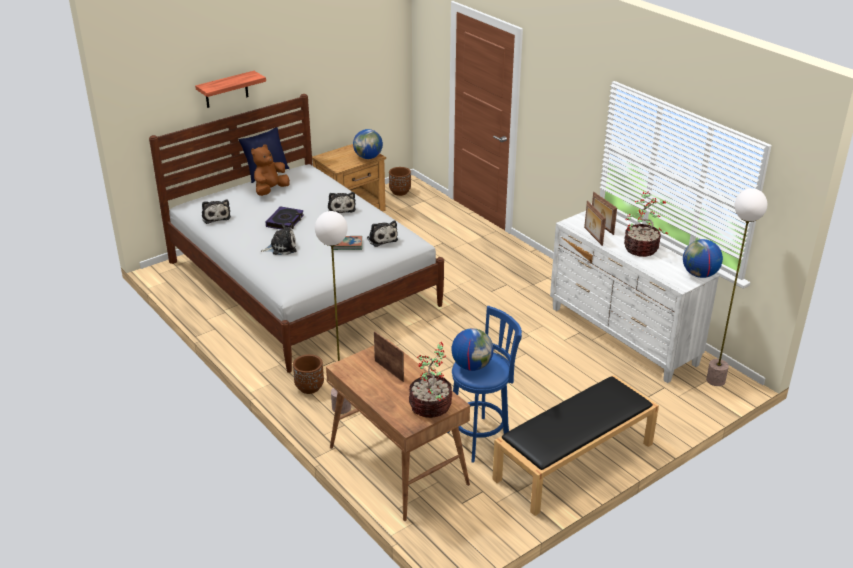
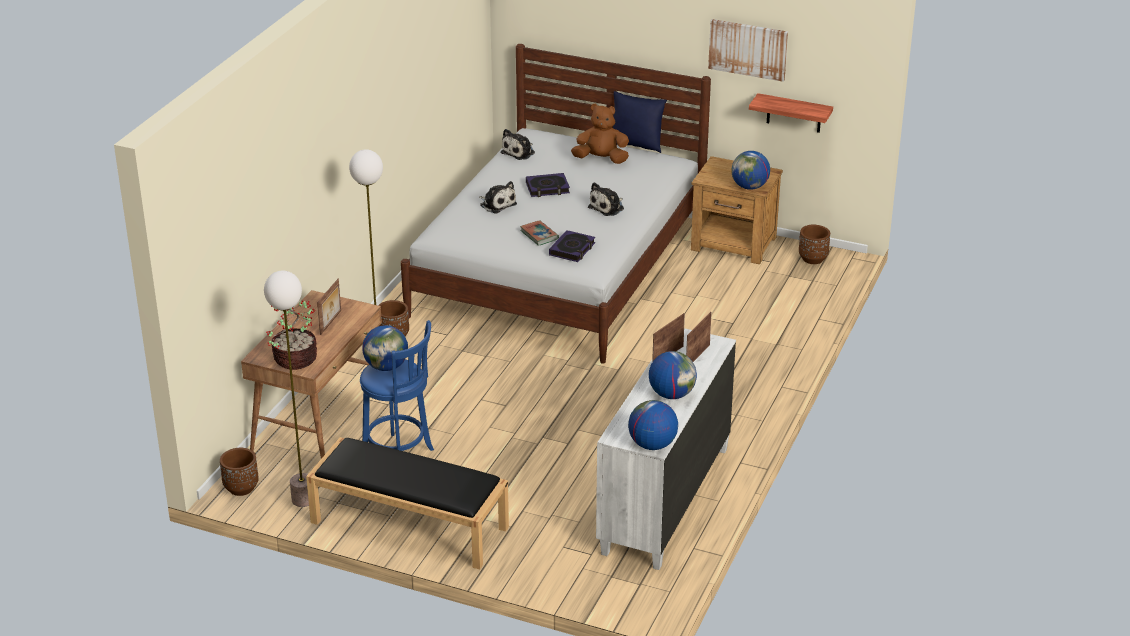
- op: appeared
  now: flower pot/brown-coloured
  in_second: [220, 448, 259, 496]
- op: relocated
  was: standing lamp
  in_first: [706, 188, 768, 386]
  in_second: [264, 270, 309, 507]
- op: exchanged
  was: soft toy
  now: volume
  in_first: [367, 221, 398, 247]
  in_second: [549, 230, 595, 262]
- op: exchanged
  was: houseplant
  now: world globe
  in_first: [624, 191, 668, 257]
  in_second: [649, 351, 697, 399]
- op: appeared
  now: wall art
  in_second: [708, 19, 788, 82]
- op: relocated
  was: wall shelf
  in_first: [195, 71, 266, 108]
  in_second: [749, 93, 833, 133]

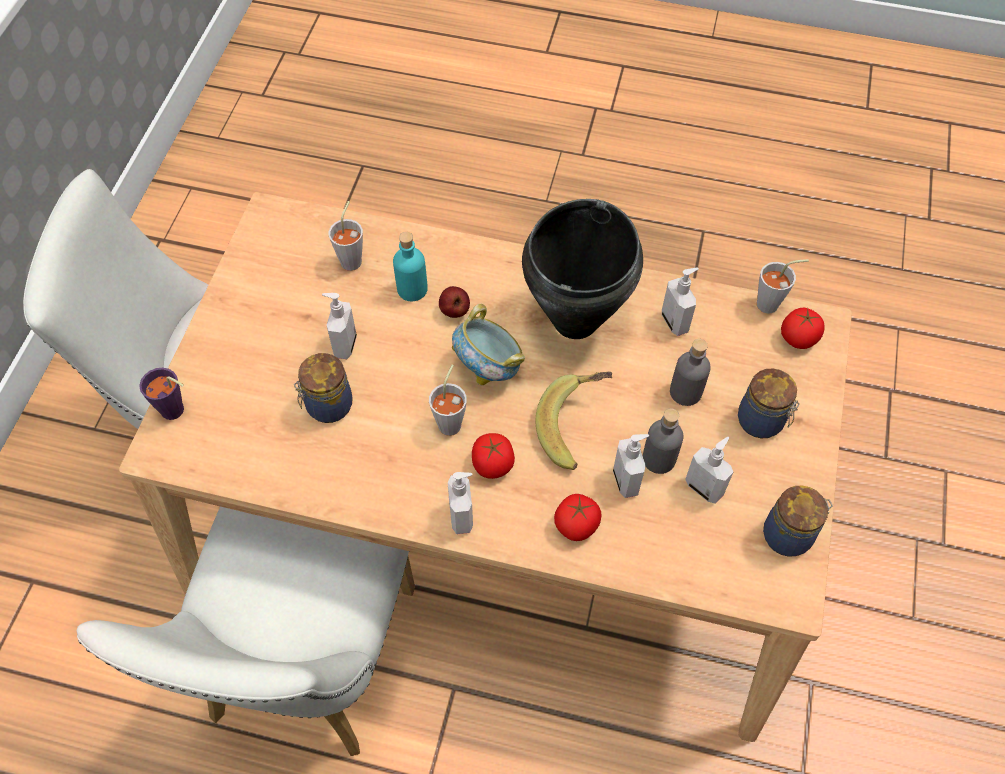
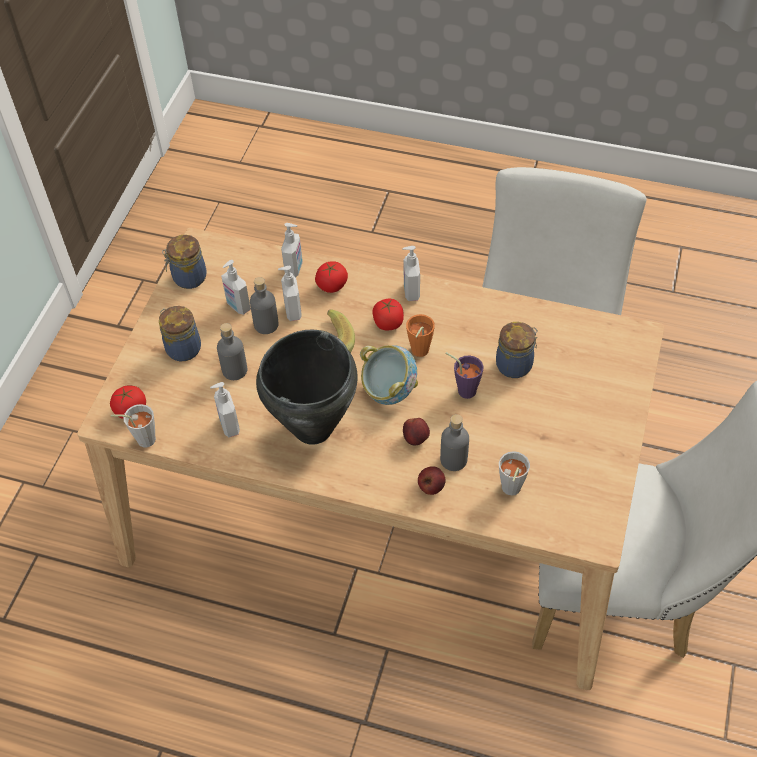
- op: relocated
  was: soap bottle
  in_first: [322, 293, 357, 359]
  in_second: [281, 223, 303, 277]
- op: colour
  was: cup/grey
  now: cup/orange-coloured
  in_first: [429, 364, 467, 436]
  in_second: [406, 314, 435, 357]
- op: appeared
  now: whole apple
  in_second: [418, 466, 446, 495]
- op: colour
  was: drink bottle/turquoise-coloured
  now: drink bottle/grey
  in_first: [393, 232, 428, 301]
  in_second: [440, 414, 469, 471]
- op: relocated
  was: cup/purple-coloured
  in_first: [139, 368, 184, 420]
  in_second: [445, 352, 483, 399]

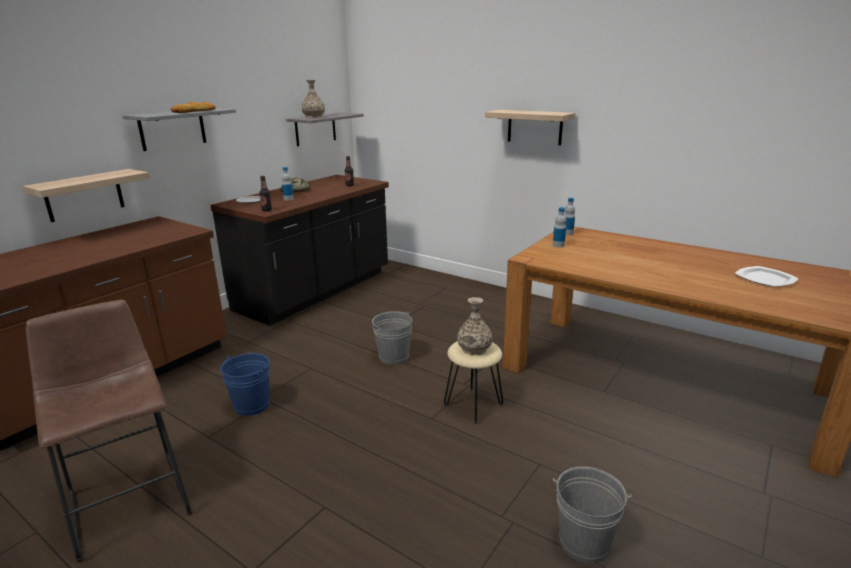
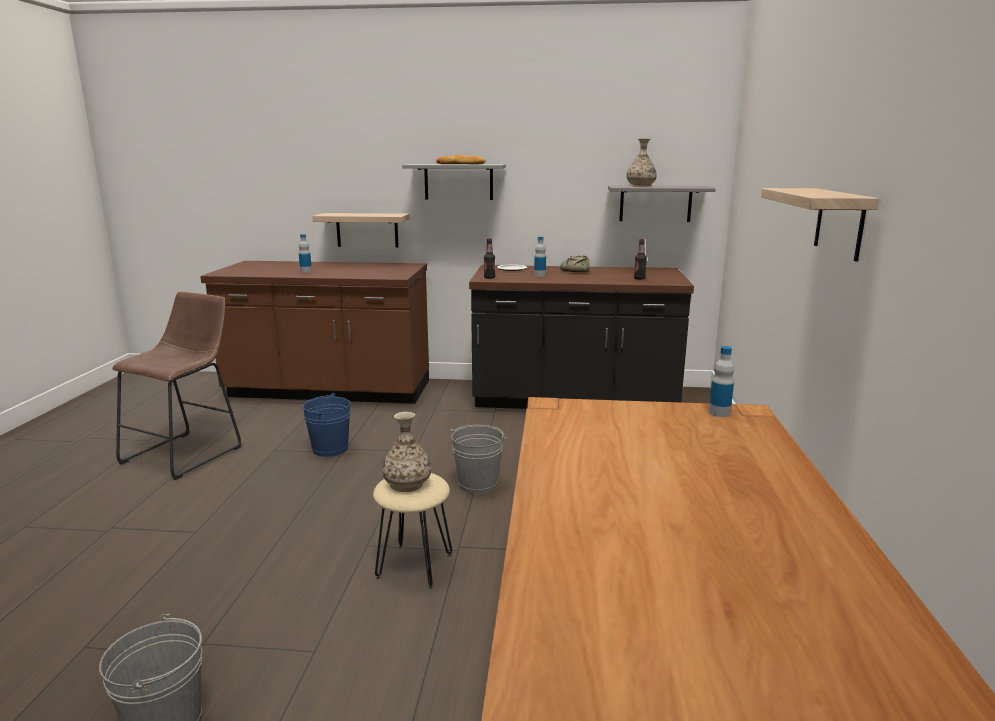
- op: relocated
  was: drink bottle
  in_first: [553, 207, 566, 247]
  in_second: [299, 234, 312, 273]
- op: missing
  was: flat dish
  in_first: [734, 266, 799, 287]

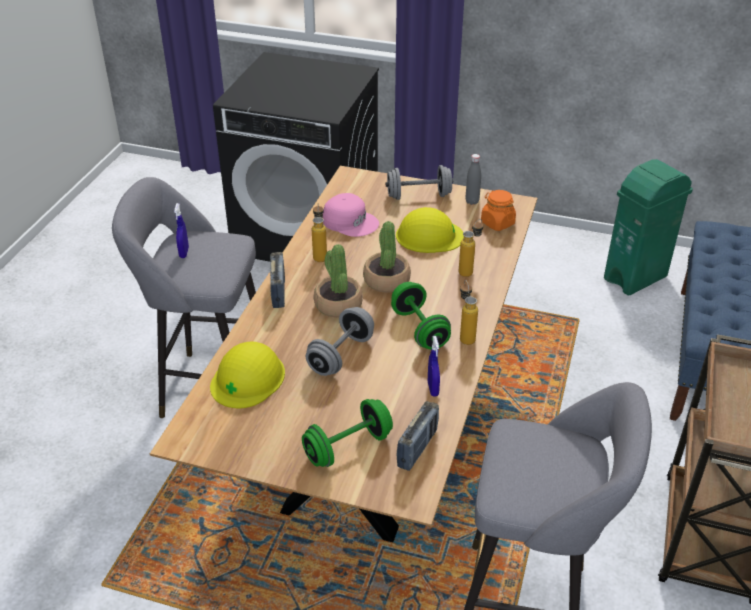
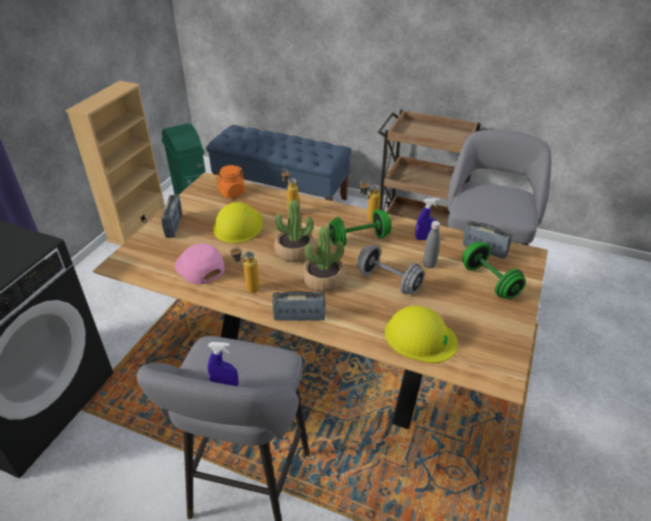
- op: appeared
  now: bookshelf/sand-coloured
  in_second: [65, 81, 165, 245]
- op: exchanged
  was: dumbbell/grey
  now: radio
  in_first: [385, 165, 453, 200]
  in_second: [161, 194, 182, 238]
- op: spun
  was: peaked cap/pink-coloured
  in_first: [323, 193, 379, 237]
  in_second: [175, 243, 225, 284]
  clockwise: -75
- op: relocated
  was: drink bottle/grey
  in_first: [465, 154, 481, 205]
  in_second: [423, 221, 440, 268]

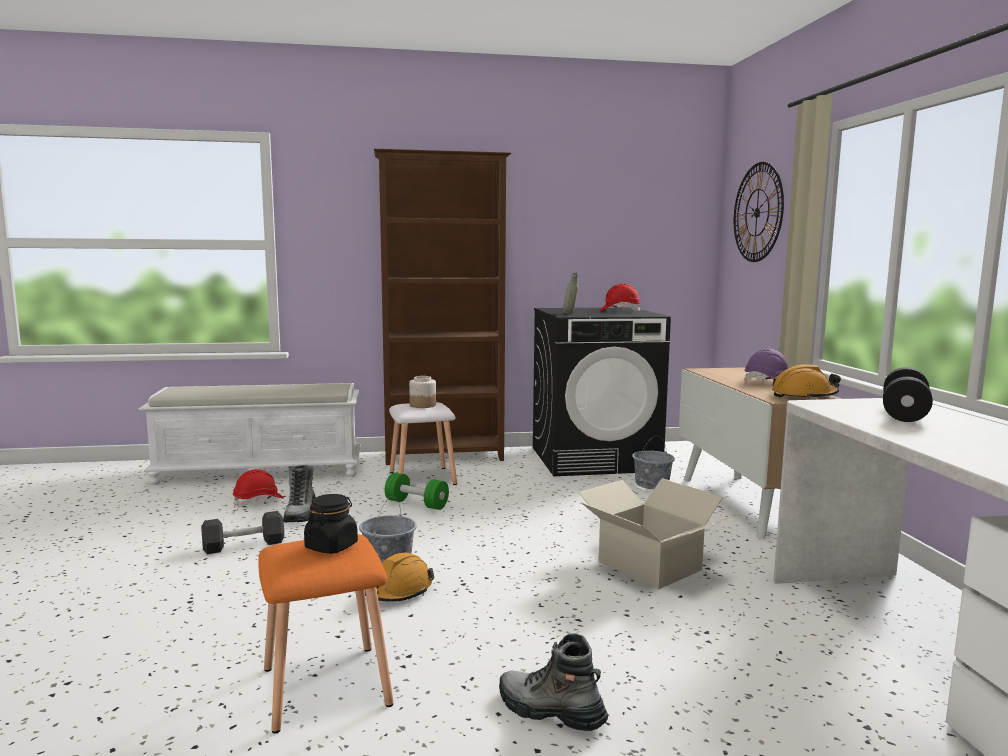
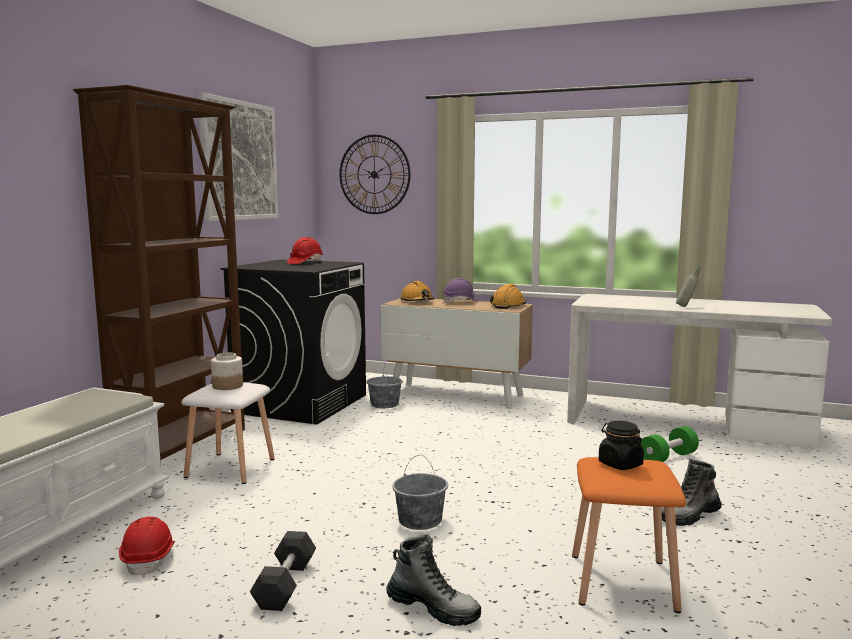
- op: appeared
  now: wall art
  in_second: [198, 92, 278, 221]
- op: relocated
  was: tall boot
  in_first: [283, 465, 316, 522]
  in_second: [386, 534, 481, 626]
- op: relocated
  was: hard hat/orange-coloured
  in_first: [365, 553, 435, 602]
  in_second: [400, 281, 435, 301]
- op: relocated
  was: dumbbell/green
  in_first: [385, 473, 449, 510]
  in_second: [641, 426, 699, 462]
- op: relocated
  was: drink bottle/grey
  in_first: [563, 272, 579, 314]
  in_second: [676, 265, 701, 307]
- op: missing
  was: packing box
  in_first: [578, 478, 733, 589]
- op: missing
  was: dumbbell/blackish
  in_first: [883, 367, 933, 422]

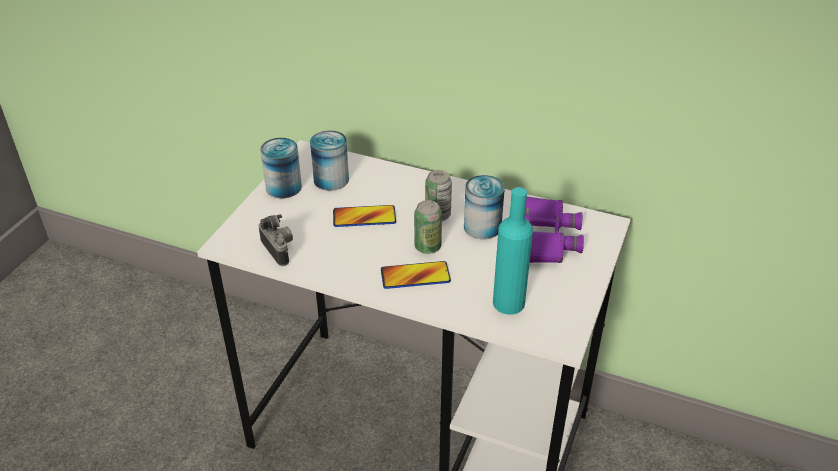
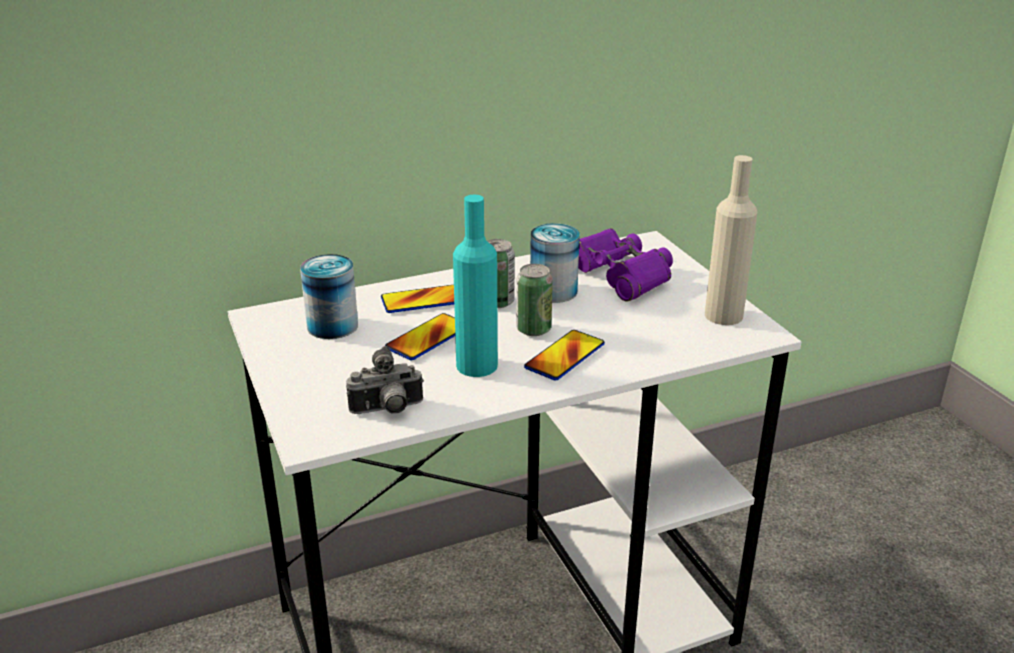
- op: spun
  was: still camera
  in_first: [259, 214, 293, 266]
  in_second: [346, 346, 424, 414]
  clockwise: 150
- op: appeared
  now: phone
  in_second: [381, 285, 454, 313]
- op: relocated
  was: drink bottle/turquoise-coloured
  in_first: [493, 187, 533, 315]
  in_second: [453, 195, 498, 377]
- op: appeared
  now: drink bottle/sand-coloured
  in_second: [705, 155, 757, 325]
- op: missing
  was: metal can
  in_first: [260, 138, 302, 198]

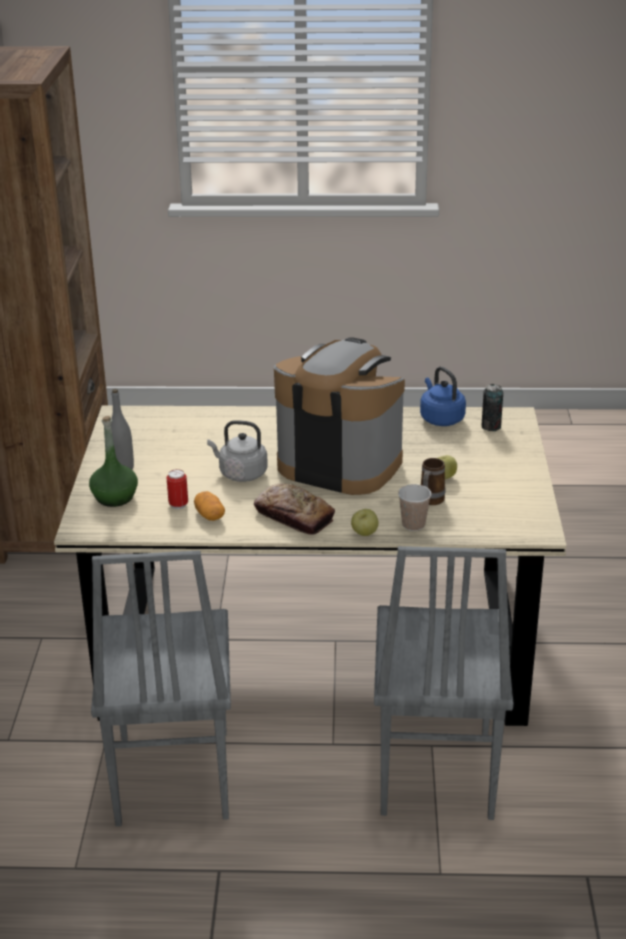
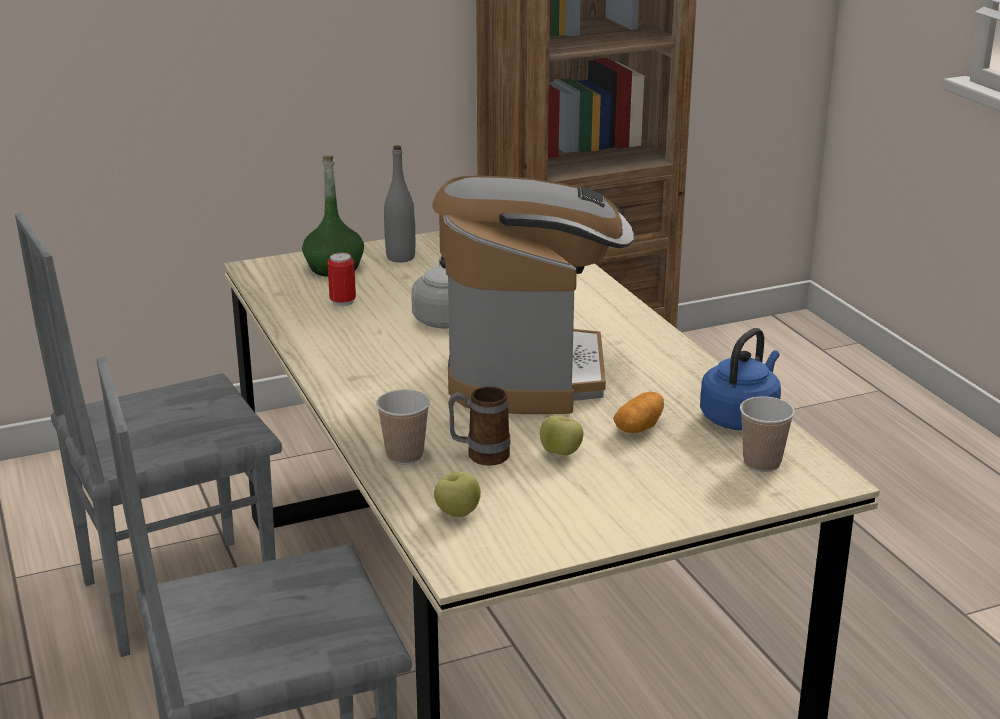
- op: relocated
  was: whole apple
  in_first: [351, 509, 379, 536]
  in_second: [434, 472, 481, 517]
- op: relocated
  was: spud
  in_first: [194, 491, 225, 521]
  in_second: [613, 391, 664, 433]
- op: exchanged
  was: metal can
  now: cup
  in_first: [481, 384, 503, 431]
  in_second: [740, 396, 795, 472]
- op: missing
  was: baked bread
  in_first: [254, 483, 335, 535]

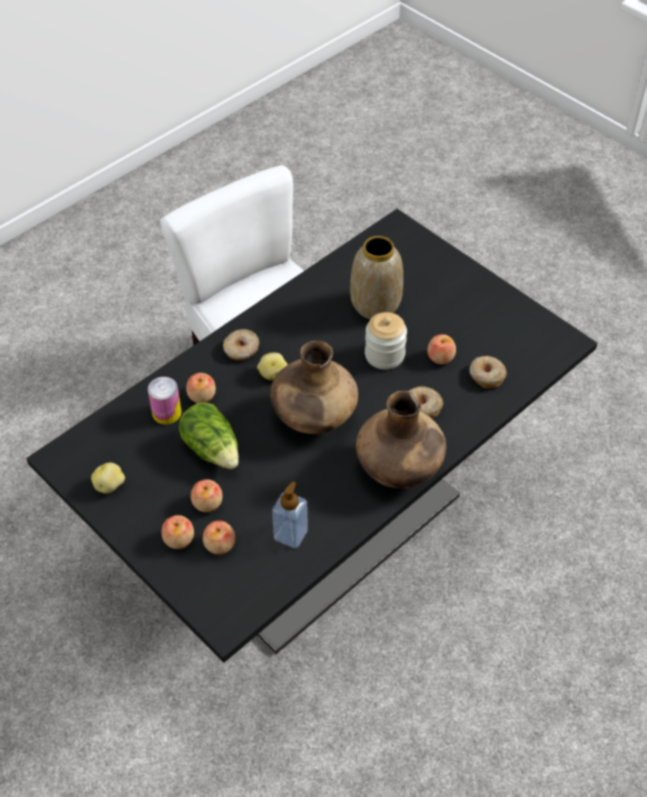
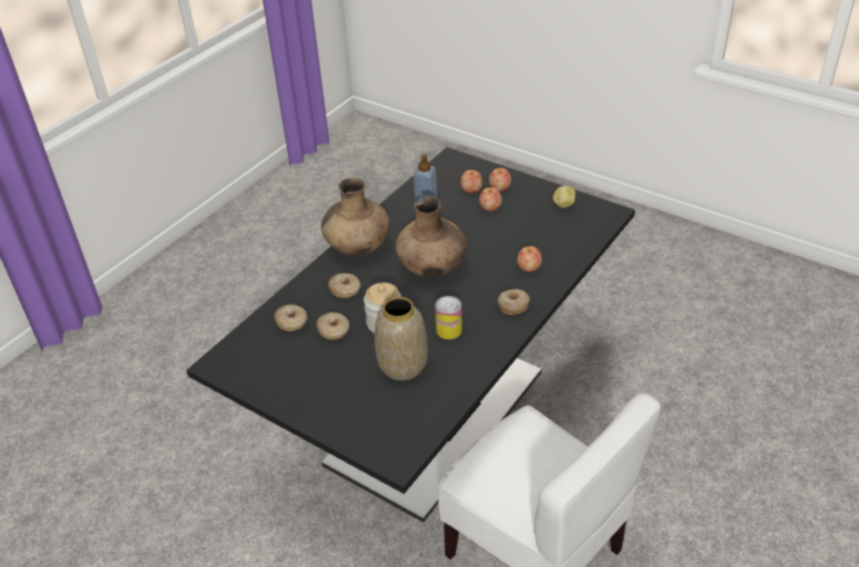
- op: exchanged
  was: whole apple
  now: donut
  in_first: [427, 334, 456, 364]
  in_second: [316, 312, 349, 340]
- op: relocated
  was: metal can
  in_first: [148, 377, 182, 424]
  in_second: [435, 296, 462, 339]
- op: missing
  was: head of lettuce
  in_first: [179, 402, 239, 469]
- op: missing
  was: spud
  in_first: [257, 353, 288, 380]

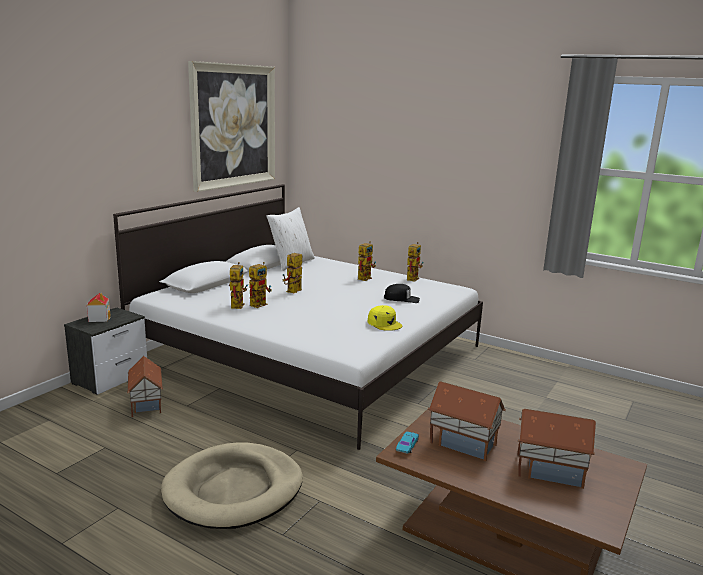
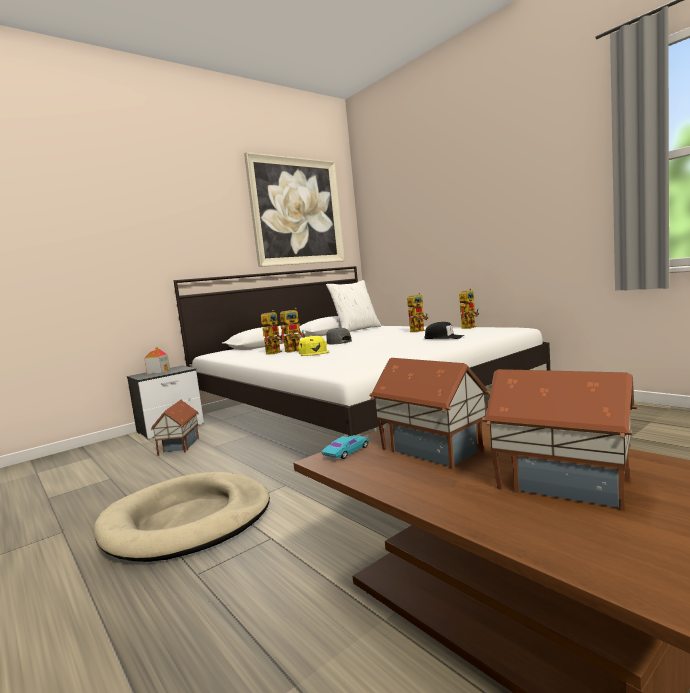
- op: relocated
  was: peaked cap/yellow
  in_first: [368, 305, 402, 331]
  in_second: [298, 336, 330, 356]
- op: exchanged
  was: toy robot
  now: peaked cap/grey
  in_first: [283, 253, 302, 293]
  in_second: [325, 328, 352, 344]

